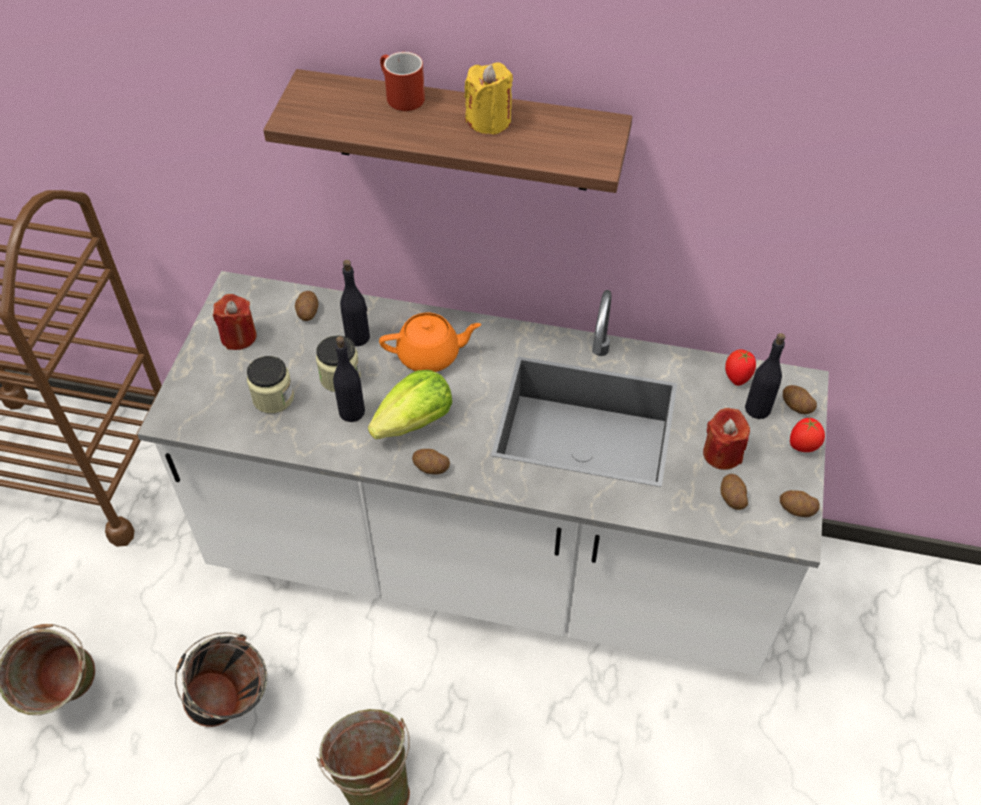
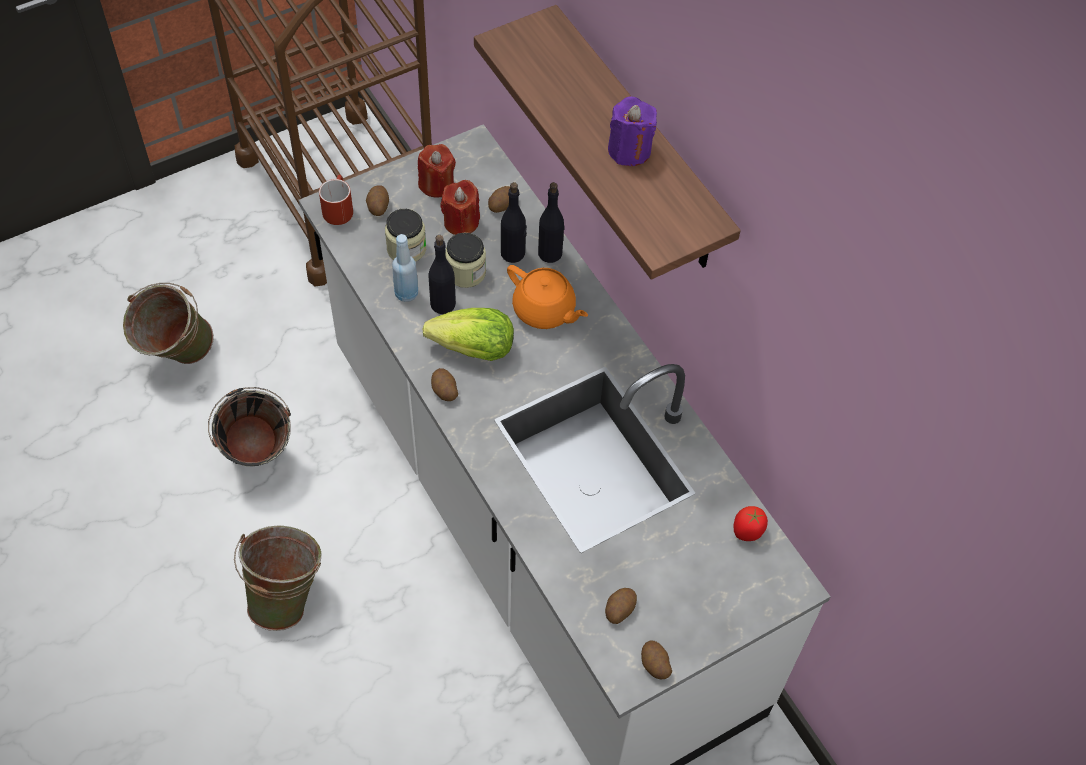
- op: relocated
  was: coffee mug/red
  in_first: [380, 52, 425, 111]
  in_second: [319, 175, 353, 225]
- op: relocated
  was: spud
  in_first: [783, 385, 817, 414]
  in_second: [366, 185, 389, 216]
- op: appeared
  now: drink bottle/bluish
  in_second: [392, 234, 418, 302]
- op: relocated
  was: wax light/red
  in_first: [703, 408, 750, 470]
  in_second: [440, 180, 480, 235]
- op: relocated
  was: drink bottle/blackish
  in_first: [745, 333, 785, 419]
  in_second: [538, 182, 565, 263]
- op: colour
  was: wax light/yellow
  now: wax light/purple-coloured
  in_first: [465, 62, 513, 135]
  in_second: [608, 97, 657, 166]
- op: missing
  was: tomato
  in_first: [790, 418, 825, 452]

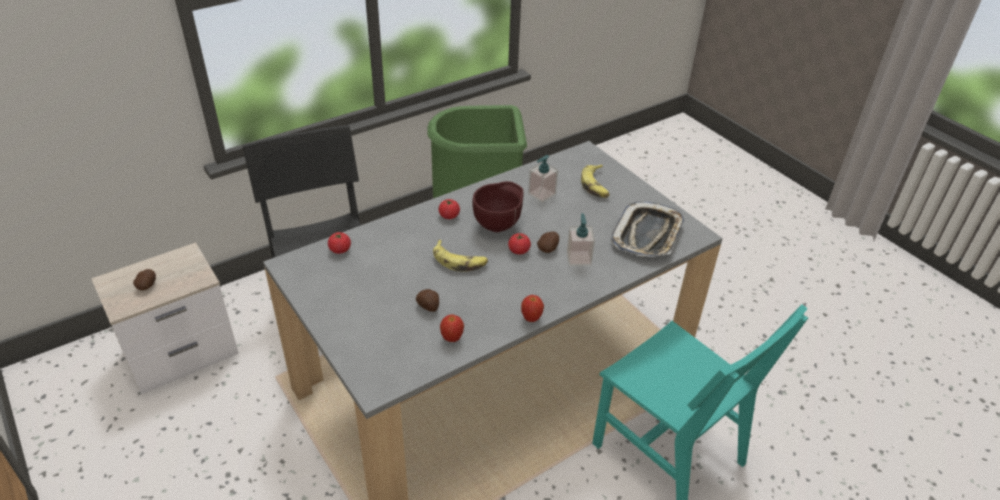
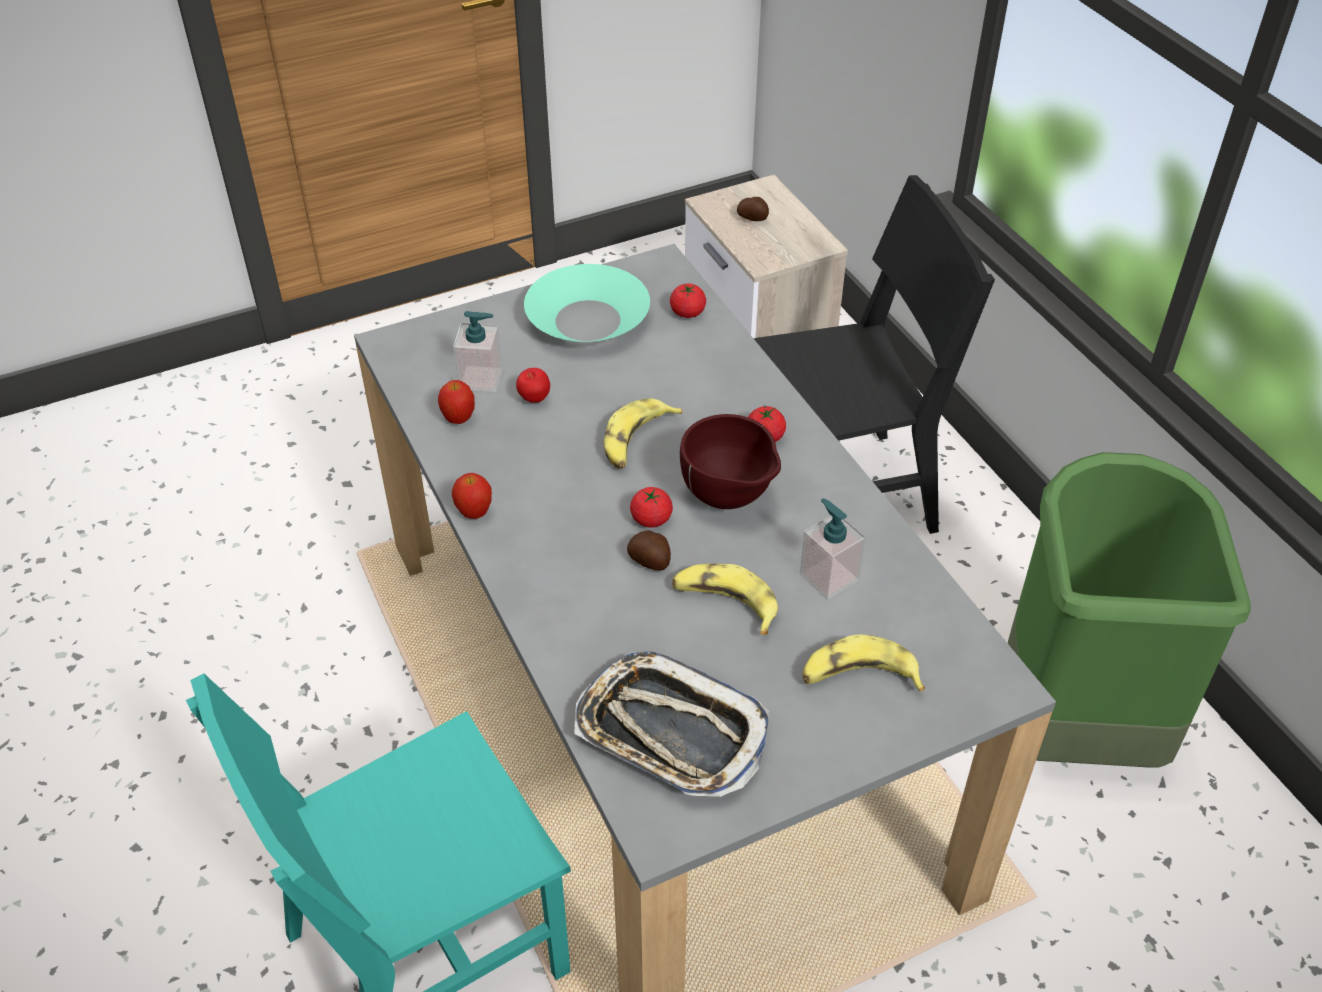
- op: relocated
  was: soap bottle
  in_first: [567, 213, 595, 266]
  in_second: [453, 311, 503, 392]
- op: exchanged
  was: spud
  now: whole apple
  in_first: [416, 289, 439, 312]
  in_second: [516, 368, 550, 403]
- op: appeared
  now: bowl/turquoise-coloured
  in_second: [524, 264, 650, 342]
- op: appeared
  now: banana fruit
  in_second: [672, 564, 778, 635]

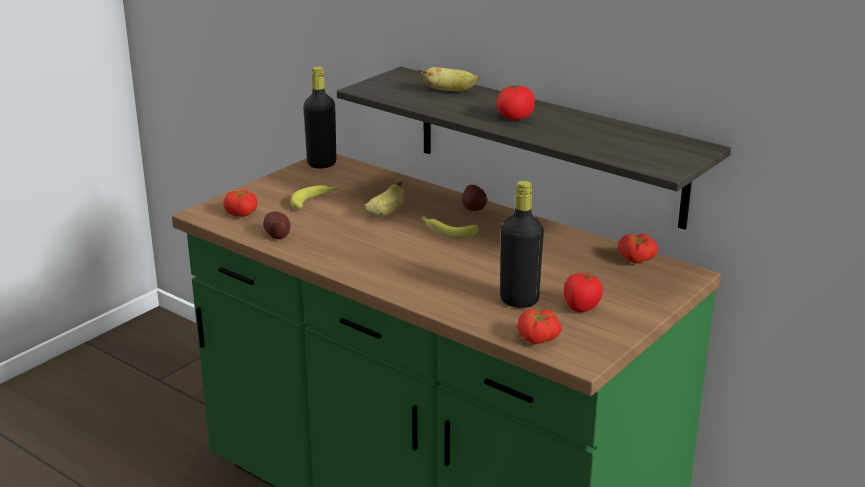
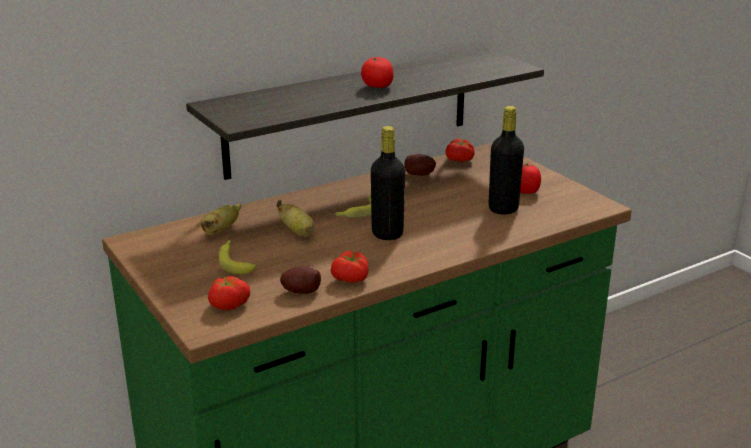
- op: relocated
  was: banana fruit
  in_first: [419, 67, 480, 91]
  in_second: [201, 203, 241, 235]
- op: relocated
  was: tomato
  in_first: [517, 309, 562, 344]
  in_second: [331, 251, 369, 283]
- op: relocated
  was: drink bottle/blackish
  in_first: [303, 66, 336, 169]
  in_second: [371, 126, 405, 240]
- op: relocated
  was: spud
  in_first: [462, 185, 488, 211]
  in_second: [404, 154, 436, 176]

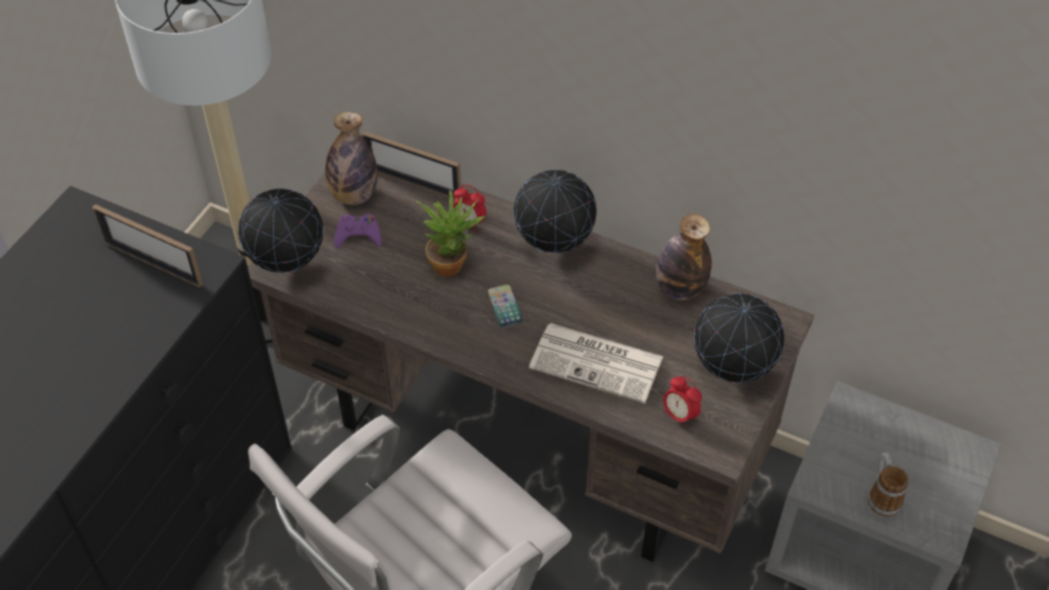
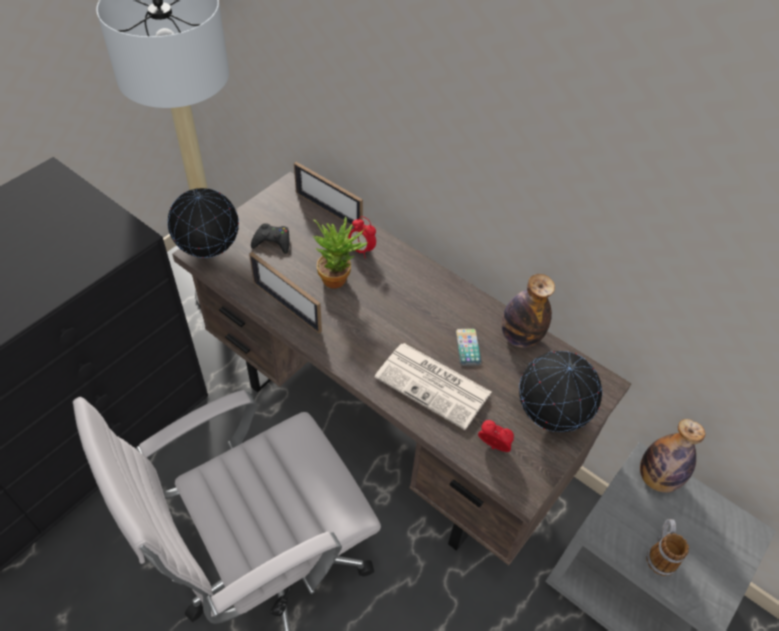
- op: relocated
  was: picture frame
  in_first: [92, 204, 203, 287]
  in_second: [249, 252, 322, 333]
- op: colour
  was: game controller/purple-coloured
  now: game controller/blackish
  in_first: [334, 214, 382, 249]
  in_second: [251, 224, 289, 254]
- op: relocated
  was: phone
  in_first: [487, 284, 524, 329]
  in_second: [455, 328, 482, 366]
- op: spun
  was: alarm clock
  in_first: [663, 376, 702, 428]
  in_second: [478, 420, 514, 452]
  clockwise: 150
- op: relocated
  was: drink bottle
  in_first: [325, 112, 378, 205]
  in_second: [640, 419, 705, 493]
- op: missing
  was: world globe
  in_first: [514, 170, 597, 253]

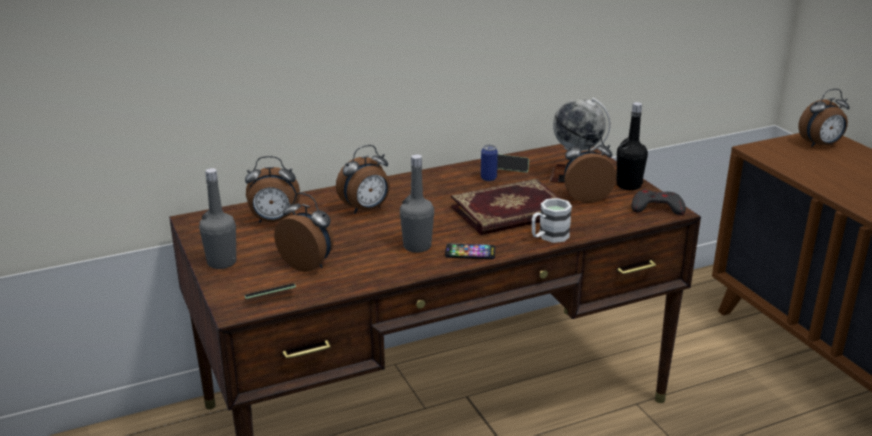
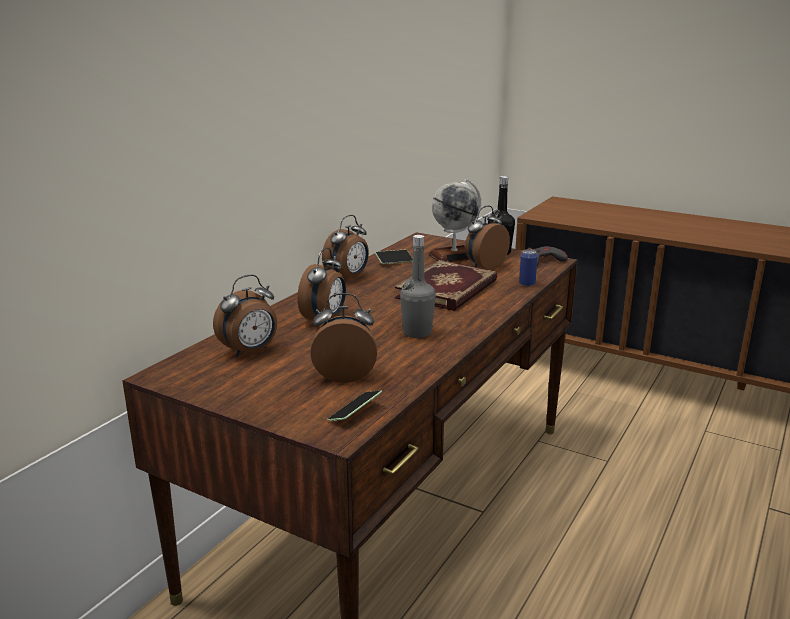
- op: relocated
  was: alarm clock
  in_first: [798, 89, 850, 147]
  in_second: [322, 215, 369, 277]
- op: relocated
  was: metal can
  in_first: [481, 145, 498, 181]
  in_second: [519, 249, 538, 286]
- op: missing
  was: drink bottle/grey
  in_first: [199, 168, 236, 269]
- op: missing
  was: phone
  in_first: [445, 243, 495, 259]
- op: missing
  was: coffee mug/white-coloured
  in_first: [532, 198, 572, 243]

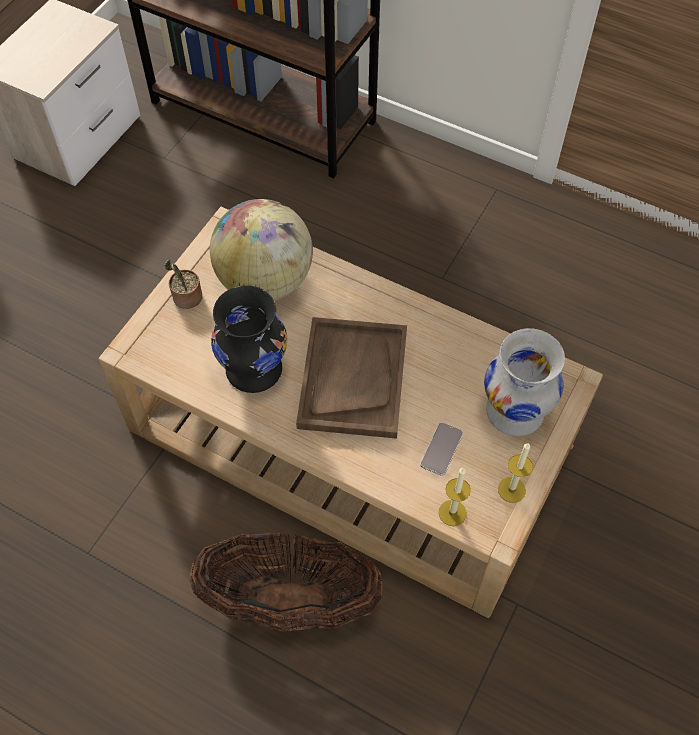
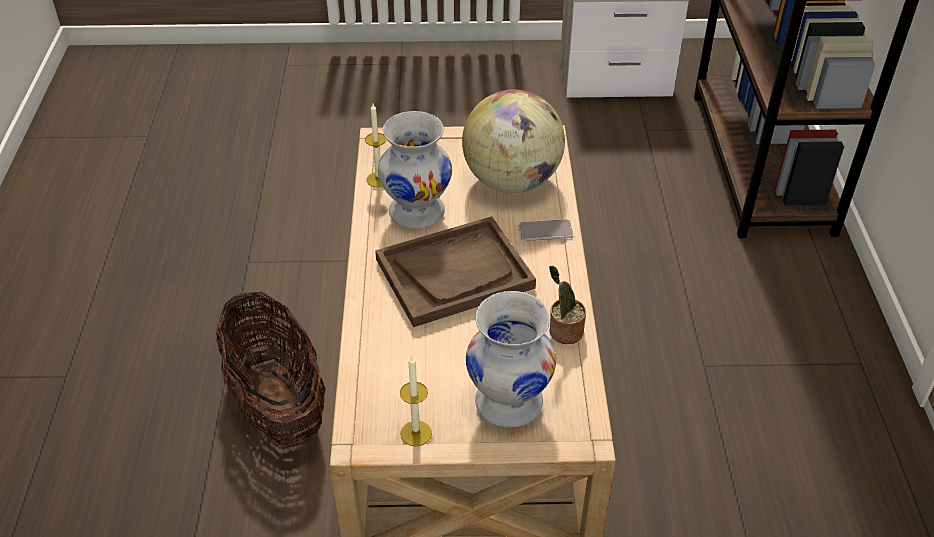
- op: relocated
  was: wax light
  in_first: [438, 468, 471, 526]
  in_second: [365, 104, 386, 188]
- op: colour
  was: decorative vase/blackish
  now: decorative vase/white-coloured
  in_first: [211, 285, 287, 393]
  in_second: [378, 111, 452, 229]
- op: relocated
  was: phone
  in_first: [420, 422, 463, 476]
  in_second: [519, 219, 573, 241]
- op: relocated
  was: houseplant
  in_first: [165, 259, 202, 309]
  in_second: [549, 266, 586, 344]

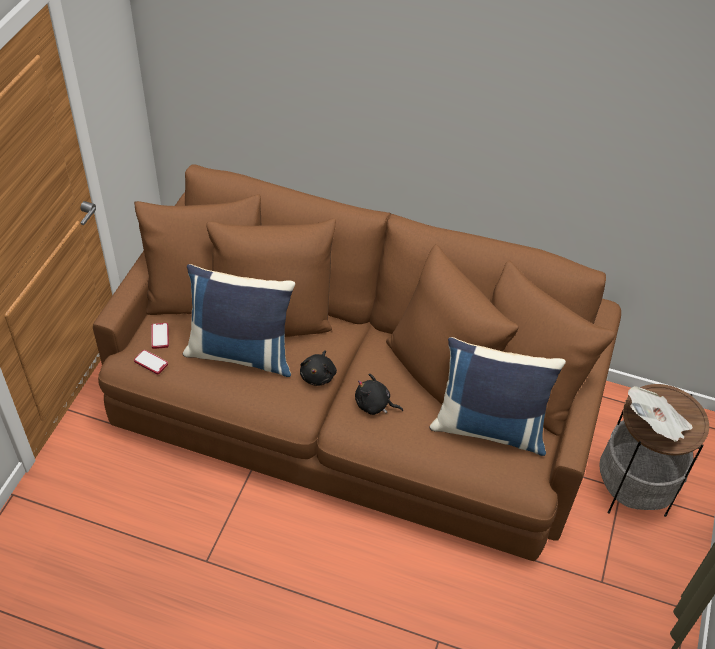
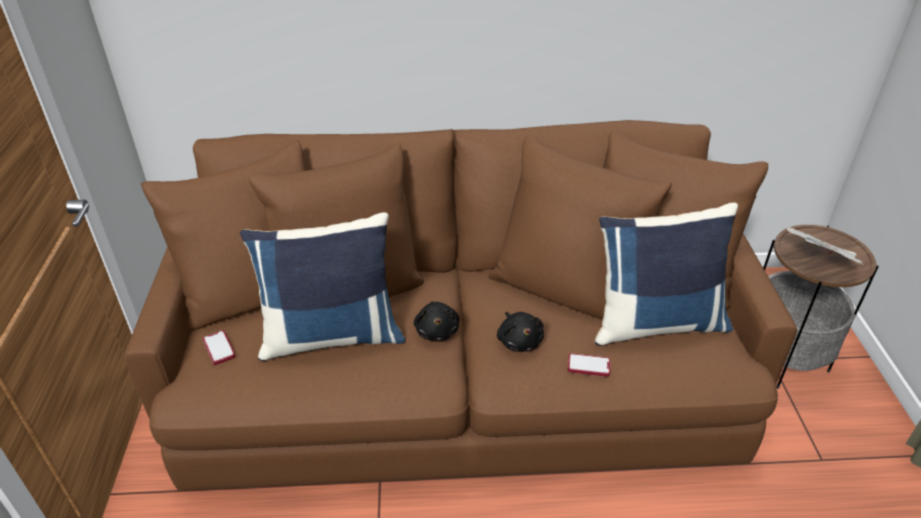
- op: spun
  was: soft toy/blackish
  in_first: [355, 374, 403, 415]
  in_second: [497, 312, 544, 352]
  clockwise: -105
- op: relocated
  was: phone
  in_first: [134, 350, 168, 375]
  in_second: [568, 354, 610, 377]

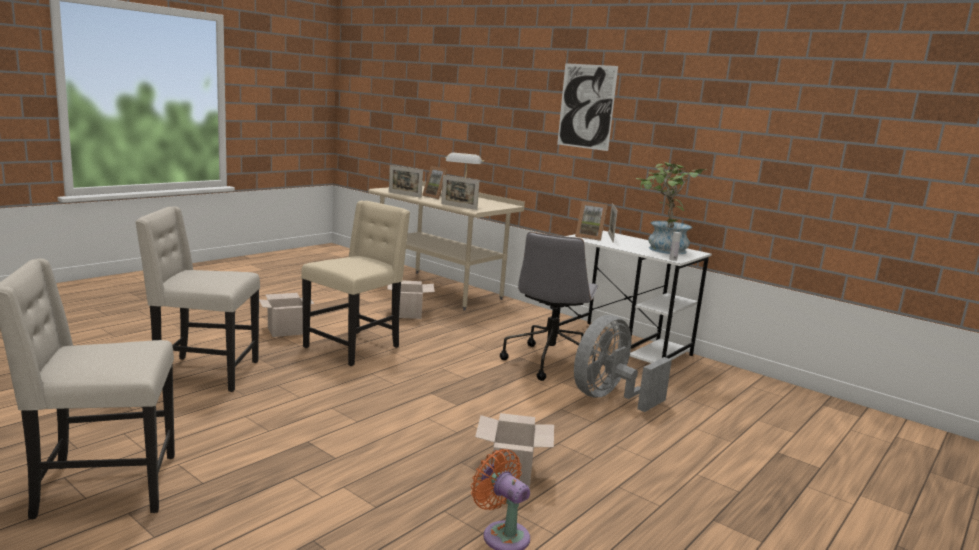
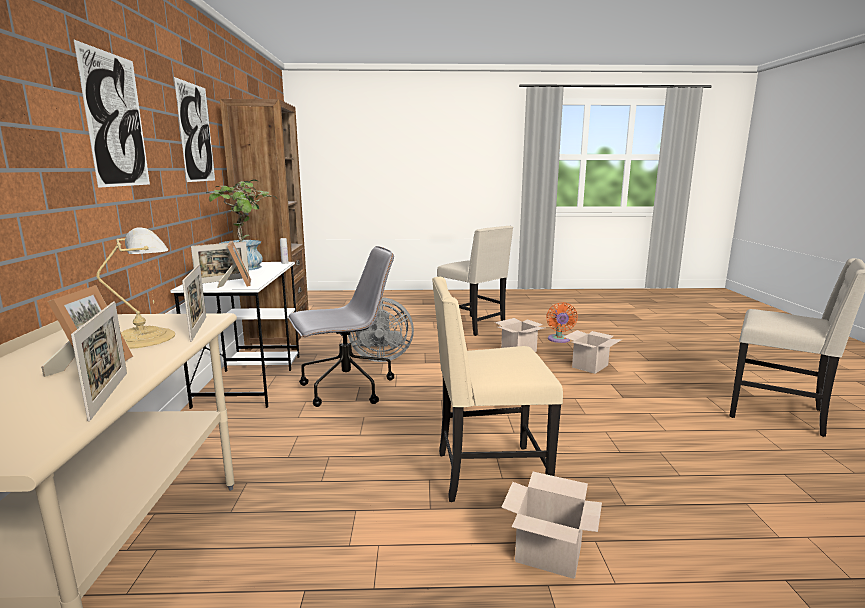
- op: appeared
  now: wall art
  in_second: [174, 77, 215, 182]
- op: appeared
  now: bookshelf/brown-coloured
  in_second: [220, 99, 309, 350]
- op: relocated
  was: plain chair/sand-coloured
  in_first: [135, 206, 260, 392]
  in_second: [437, 226, 513, 336]
- op: relocated
  was: packing box
  in_first: [387, 281, 435, 319]
  in_second: [564, 330, 622, 374]

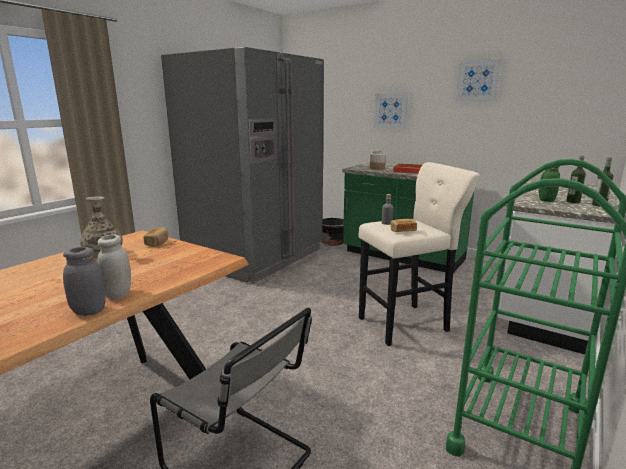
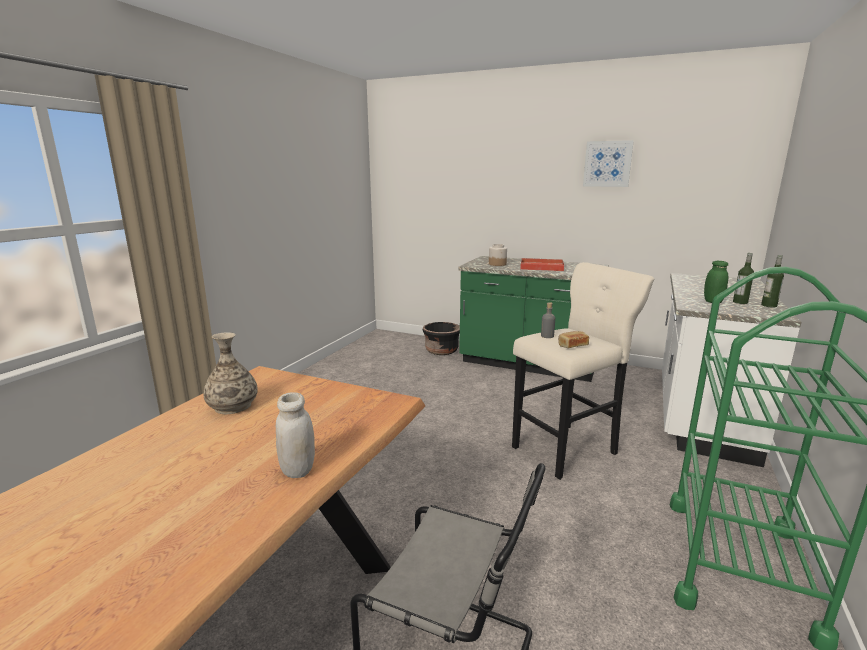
- op: missing
  was: preserve jar/grey
  in_first: [63, 247, 106, 316]
- op: missing
  was: baked bread
  in_first: [143, 227, 168, 247]
- op: missing
  was: kitchen fridge/grey
  in_first: [161, 47, 324, 283]
- op: missing
  was: wall art
  in_first: [374, 93, 408, 129]

